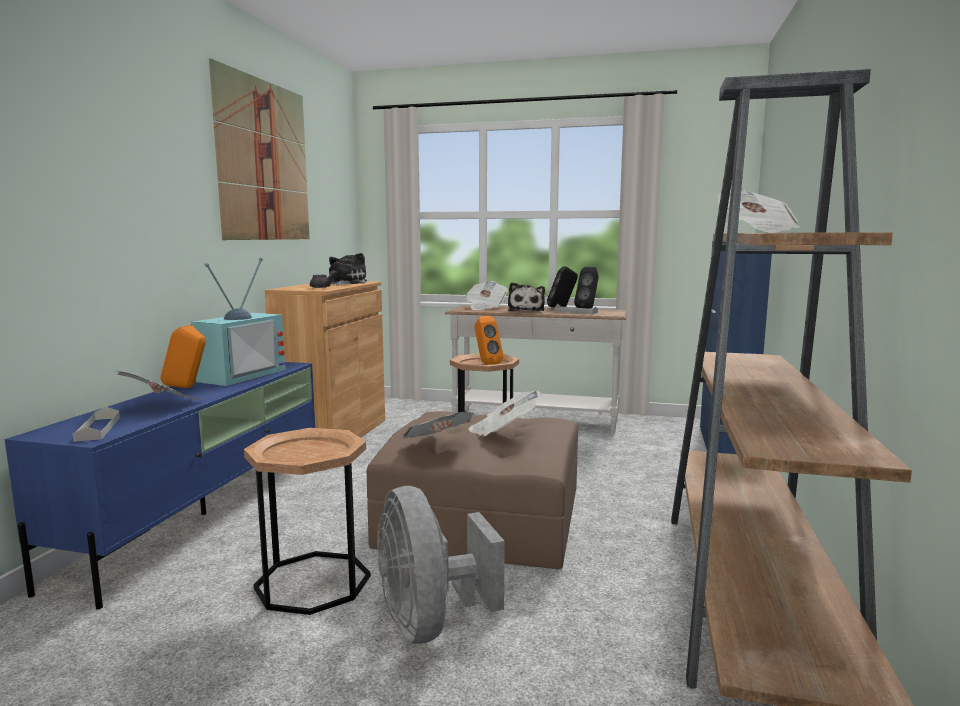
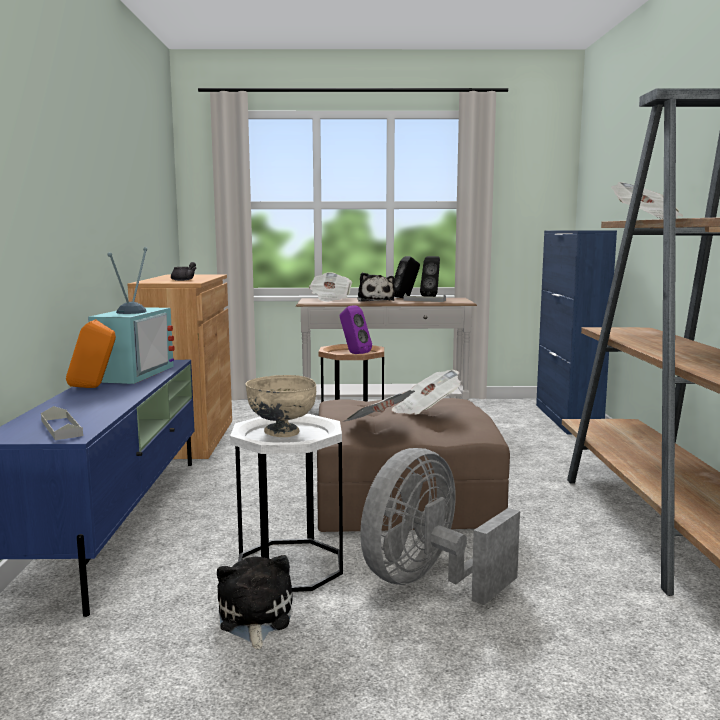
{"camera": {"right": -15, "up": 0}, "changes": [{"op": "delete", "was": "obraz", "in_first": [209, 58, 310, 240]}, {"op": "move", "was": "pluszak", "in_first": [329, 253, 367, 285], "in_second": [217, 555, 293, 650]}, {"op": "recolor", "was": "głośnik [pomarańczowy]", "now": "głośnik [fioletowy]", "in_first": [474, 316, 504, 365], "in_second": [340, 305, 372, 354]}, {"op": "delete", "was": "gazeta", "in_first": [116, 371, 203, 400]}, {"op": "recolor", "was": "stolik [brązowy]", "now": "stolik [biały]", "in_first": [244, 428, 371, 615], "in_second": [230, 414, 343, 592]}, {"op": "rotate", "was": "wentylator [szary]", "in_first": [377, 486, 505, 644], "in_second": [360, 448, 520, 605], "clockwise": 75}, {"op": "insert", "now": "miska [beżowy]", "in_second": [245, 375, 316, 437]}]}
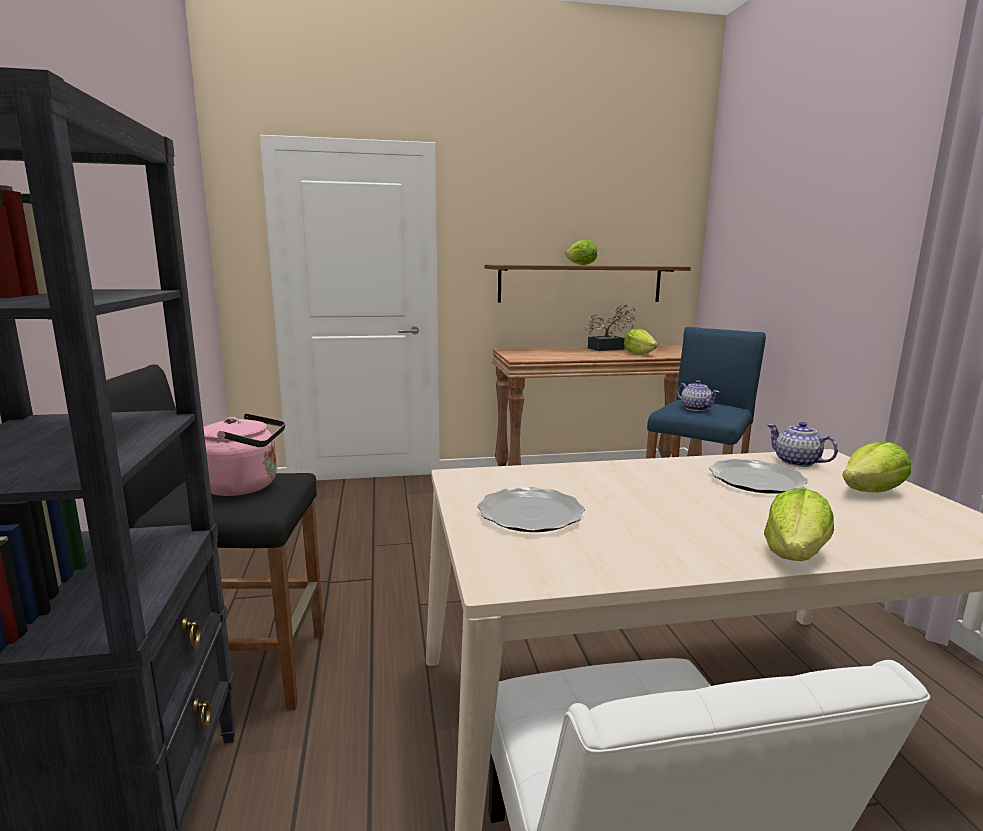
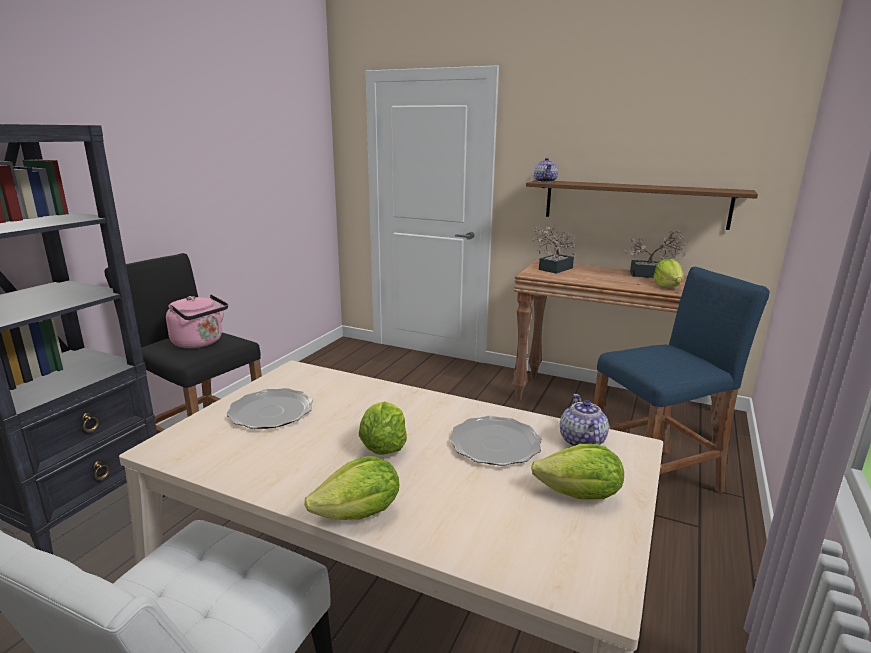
{"camera": {"right": 35, "up": 5}, "changes": [{"op": "move", "was": "sałata", "in_first": [565, 240, 597, 265], "in_second": [359, 401, 407, 455]}, {"op": "move", "was": "imbryk", "in_first": [676, 380, 719, 411], "in_second": [534, 158, 558, 182]}, {"op": "insert", "now": "roślina doniczkowa", "in_second": [532, 226, 576, 273]}]}
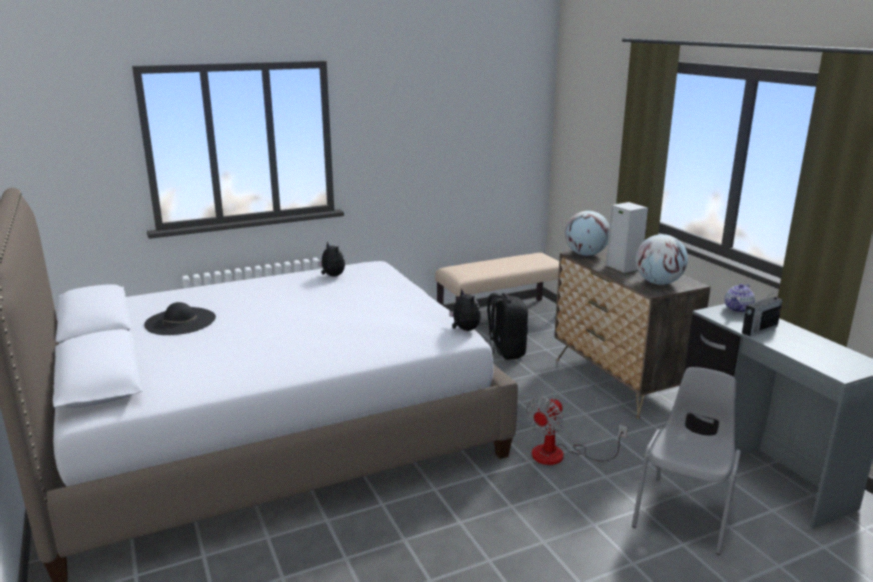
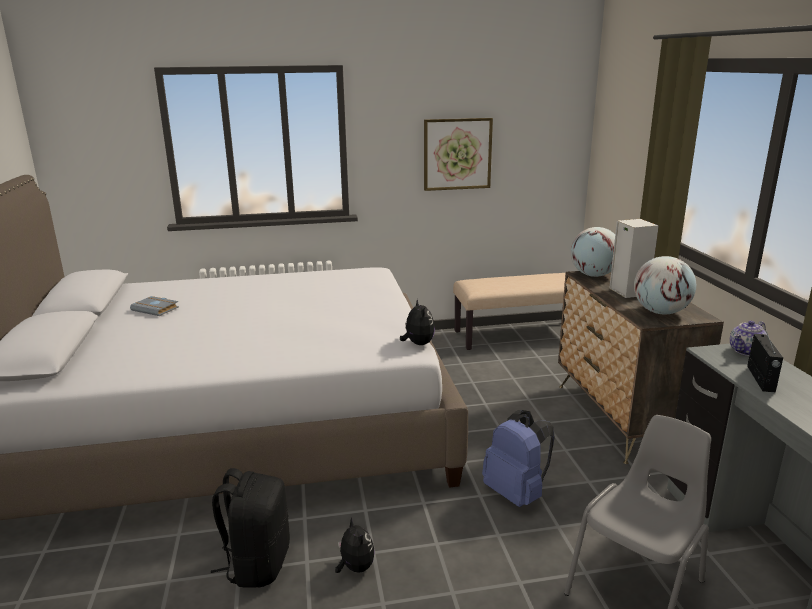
{"camera": {"right": 15, "up": 0}, "changes": [{"op": "move", "was": "pluszak", "in_first": [318, 241, 345, 277], "in_second": [335, 517, 375, 573]}, {"op": "rotate", "was": "radio", "in_first": [742, 292, 783, 336], "in_second": [747, 329, 783, 393], "clockwise": -60}, {"op": "move", "was": "plecak [czarny]", "in_first": [487, 293, 528, 360], "in_second": [211, 468, 290, 587]}, {"op": "replace", "was": "kapelusz [czarny]", "now": "książka [szary]", "in_first": [144, 302, 216, 335], "in_second": [130, 296, 179, 316]}, {"op": "replace", "was": "wentylator", "now": "plecak [niebieski]", "in_first": [526, 397, 627, 465], "in_second": [482, 410, 555, 507]}, {"op": "insert", "now": "obraz", "in_second": [424, 118, 493, 191]}]}
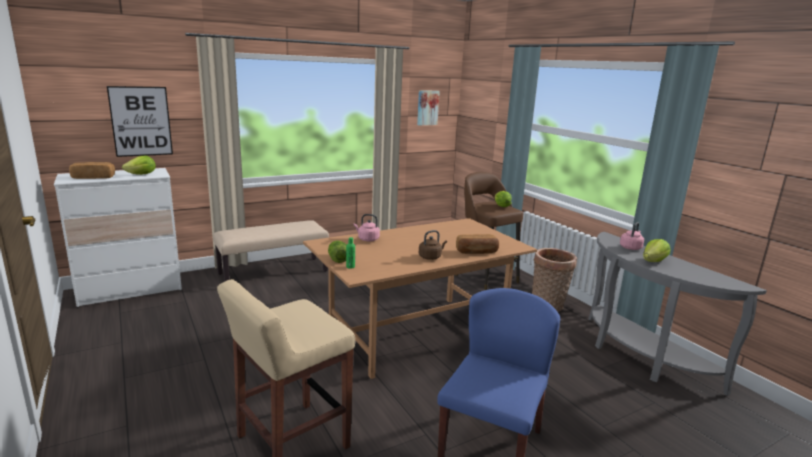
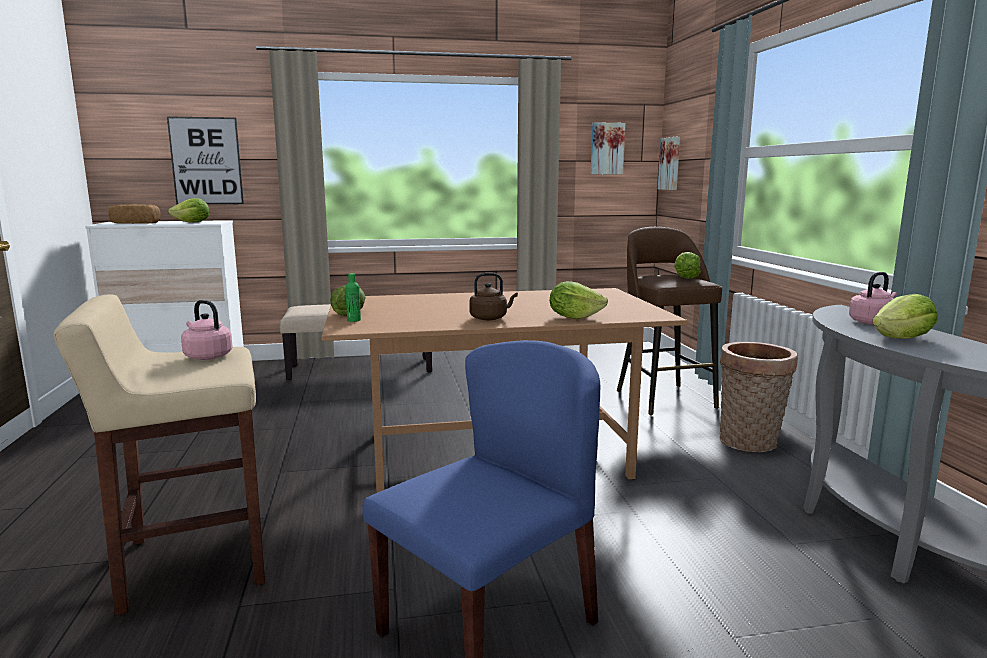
{"camera": {"right": 20, "up": -5}, "changes": [{"op": "move", "was": "czajnik [różowy]", "in_first": [354, 214, 380, 241], "in_second": [181, 300, 233, 360]}, {"op": "replace", "was": "chleb", "now": "sałata", "in_first": [456, 234, 499, 254], "in_second": [550, 281, 608, 319]}, {"op": "insert", "now": "obraz", "in_second": [658, 137, 680, 190]}]}
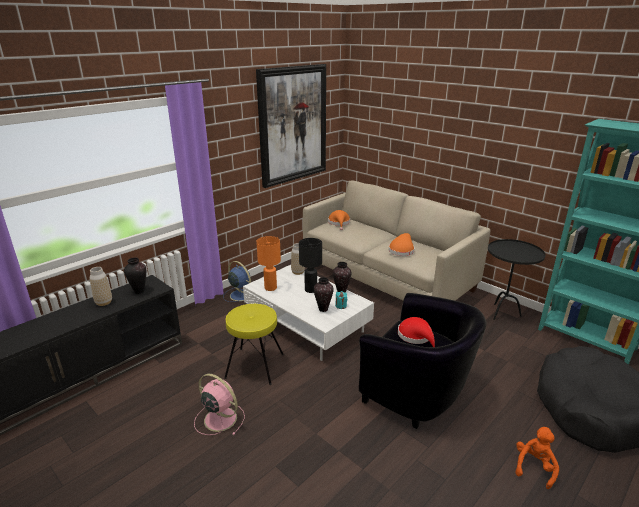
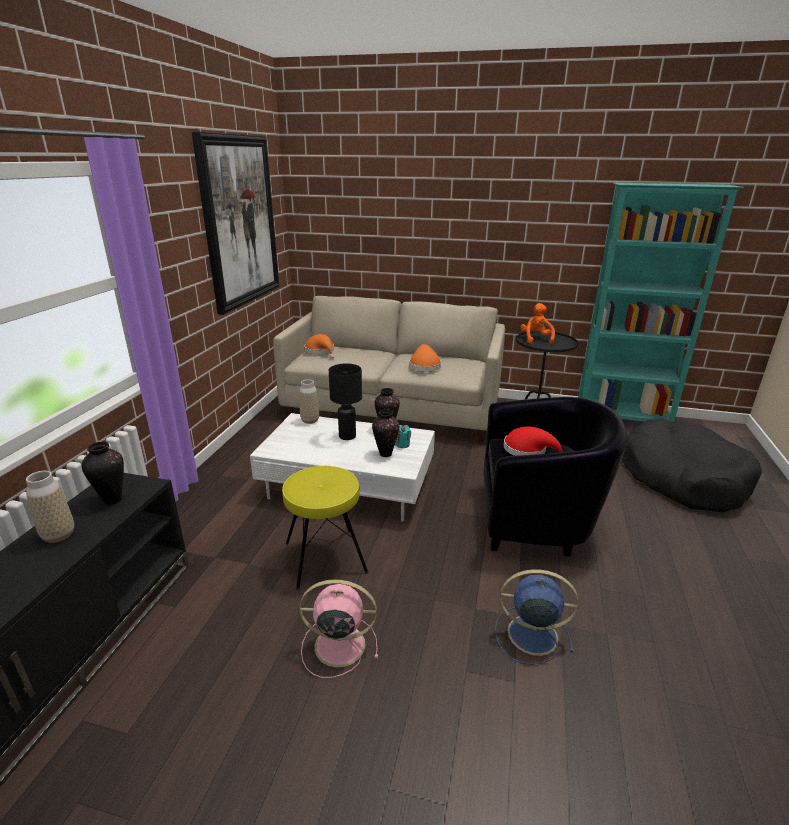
{"camera": {"right": -30, "up": 0}, "changes": [{"op": "delete", "was": "lampa stołowa [pomarańczowy]", "in_first": [256, 236, 281, 291]}, {"op": "move", "was": "wentylator [niebieski]", "in_first": [223, 261, 251, 302], "in_second": [495, 569, 579, 665]}, {"op": "move", "was": "pluszak [pomarańczowy]", "in_first": [516, 427, 559, 489], "in_second": [521, 303, 555, 345]}]}
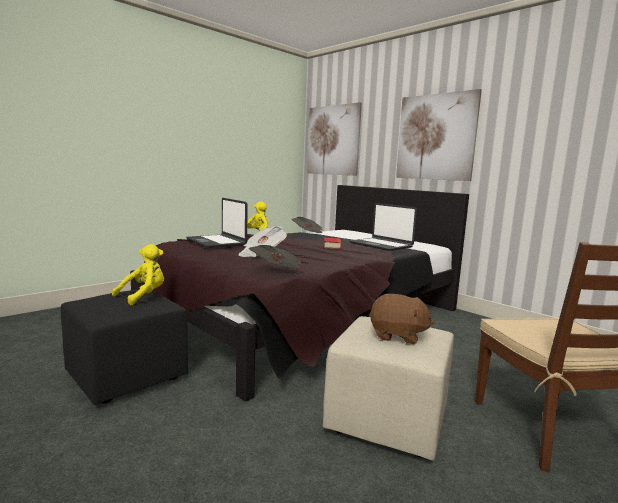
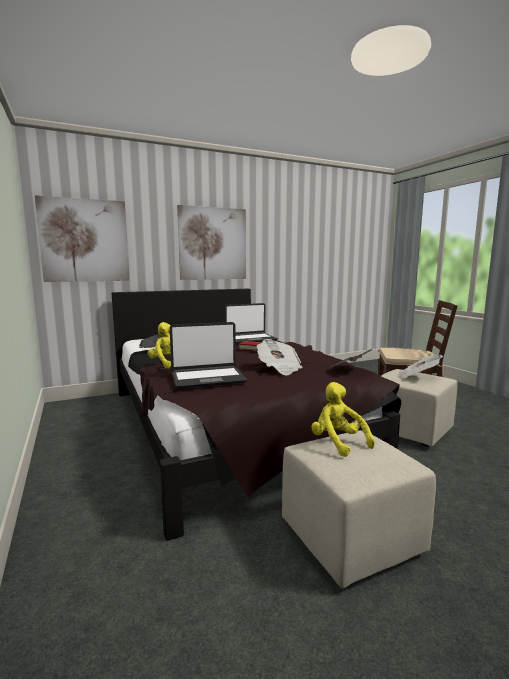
{"camera": {"right": -70, "up": 0}, "changes": [{"op": "recolor", "was": "pufa [czarny]", "now": "pufa [beżowy]", "in_first": [61, 290, 188, 405], "in_second": [282, 430, 436, 589]}, {"op": "replace", "was": "pluszak [brązowy]", "now": "gazeta", "in_first": [369, 294, 435, 344], "in_second": [396, 355, 443, 378]}]}
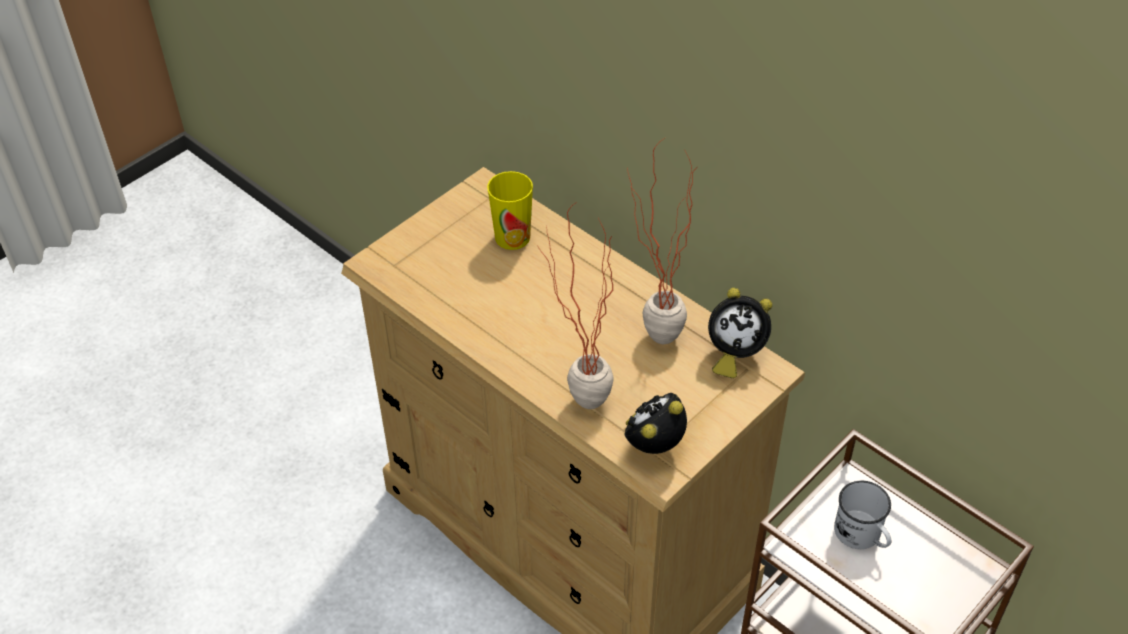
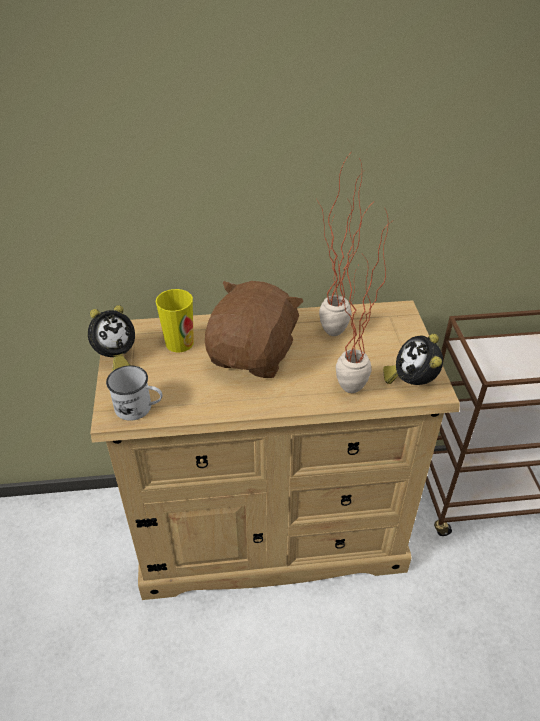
{"camera": {"right": -50, "up": -5}, "changes": [{"op": "move", "was": "budzik", "in_first": [708, 288, 772, 378], "in_second": [88, 305, 135, 371]}, {"op": "move", "was": "kubek [biały]", "in_first": [834, 481, 892, 549], "in_second": [106, 365, 162, 421]}, {"op": "insert", "now": "pluszak [brązowy]", "in_second": [205, 281, 304, 378]}]}
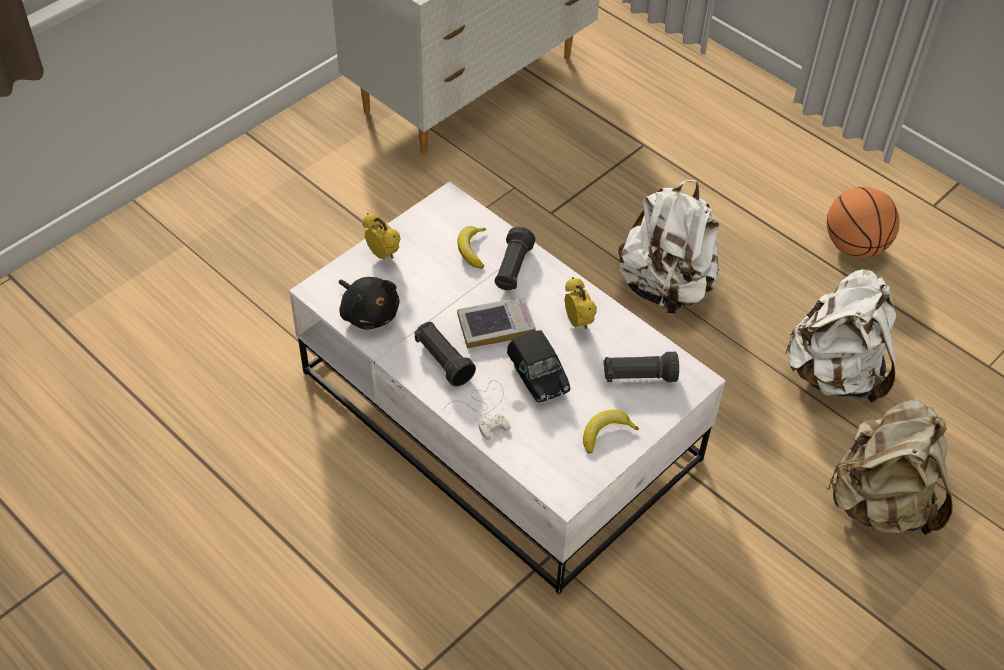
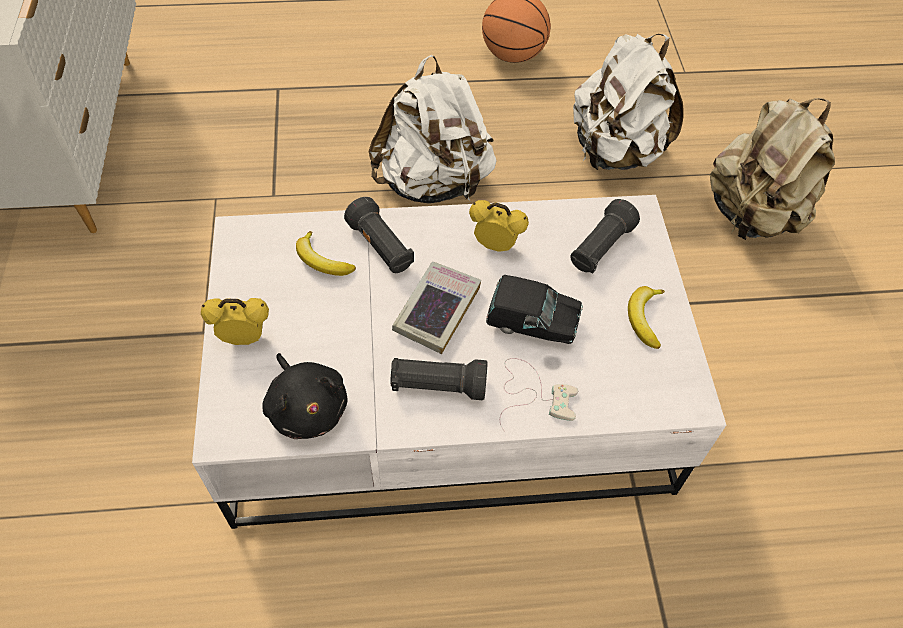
{"camera": {"right": -50, "up": 5}, "changes": [{"op": "rotate", "was": "pluszak [czarny]", "in_first": [339, 277, 399, 330], "in_second": [262, 353, 347, 439], "clockwise": 60}]}
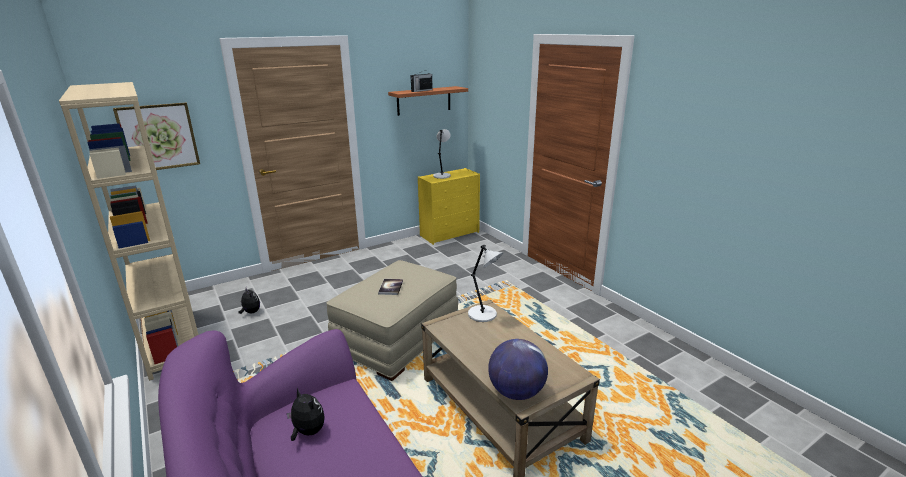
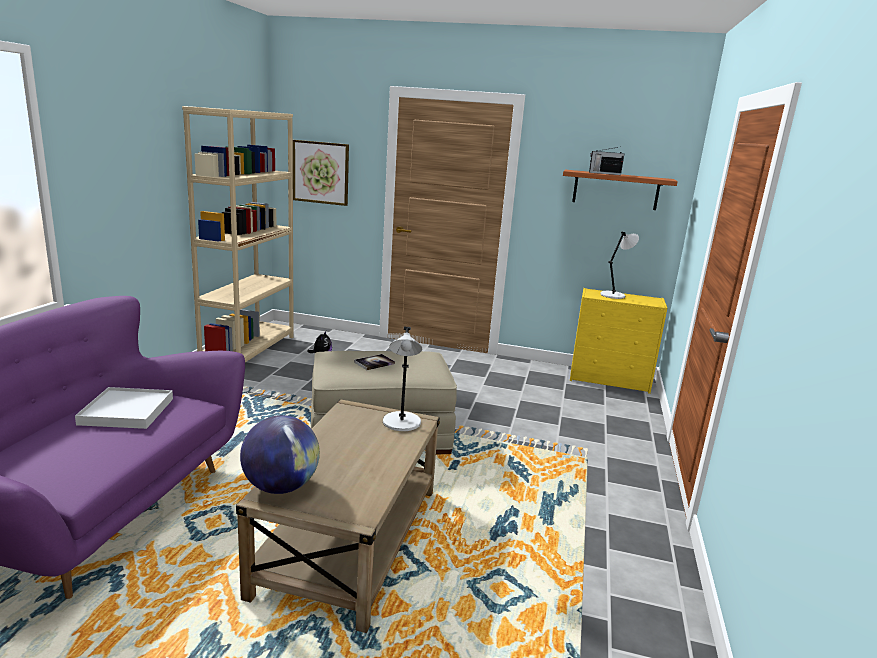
{"camera": {"right": 45, "up": -5}, "changes": [{"op": "replace", "was": "pluszak", "now": "taca [biały]", "in_first": [287, 387, 325, 441], "in_second": [75, 387, 173, 429]}]}
